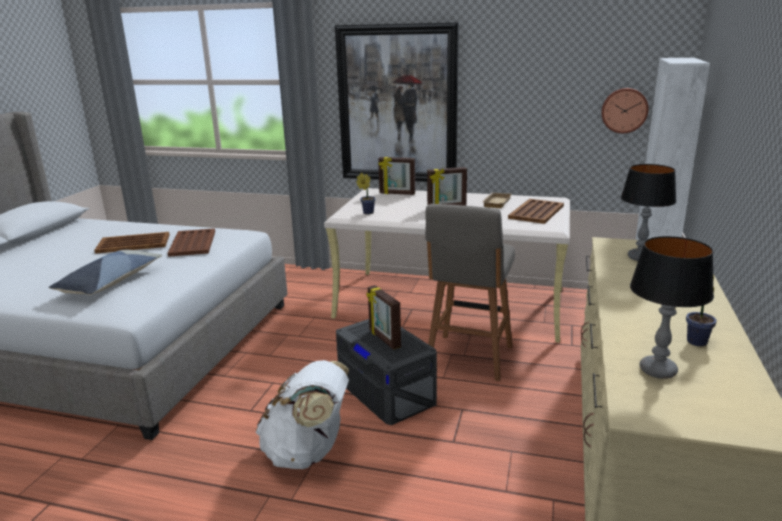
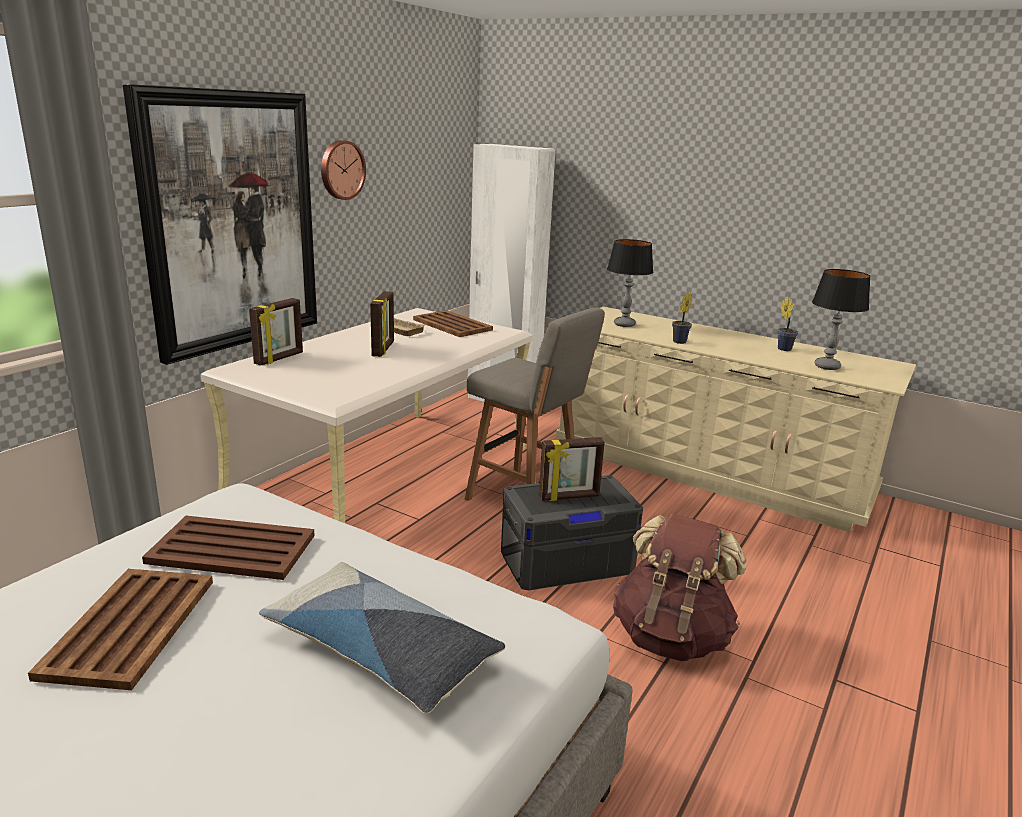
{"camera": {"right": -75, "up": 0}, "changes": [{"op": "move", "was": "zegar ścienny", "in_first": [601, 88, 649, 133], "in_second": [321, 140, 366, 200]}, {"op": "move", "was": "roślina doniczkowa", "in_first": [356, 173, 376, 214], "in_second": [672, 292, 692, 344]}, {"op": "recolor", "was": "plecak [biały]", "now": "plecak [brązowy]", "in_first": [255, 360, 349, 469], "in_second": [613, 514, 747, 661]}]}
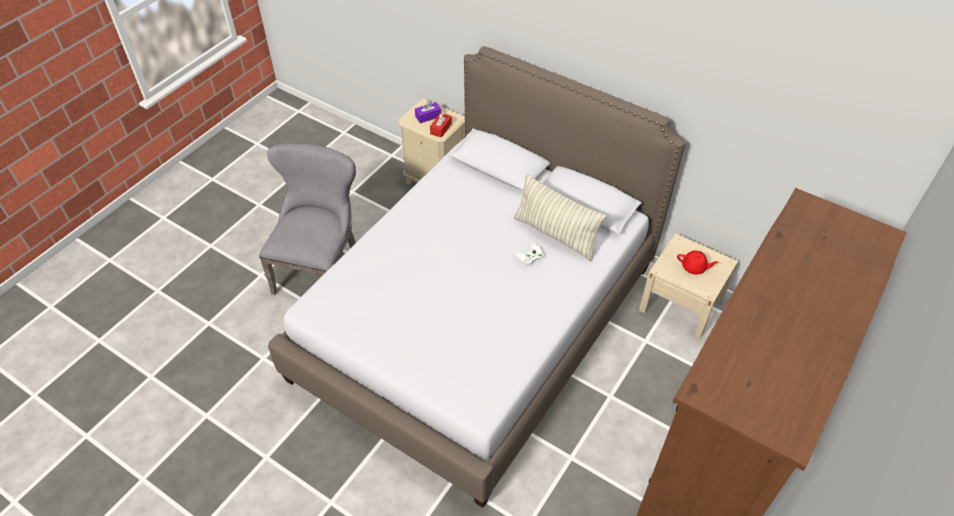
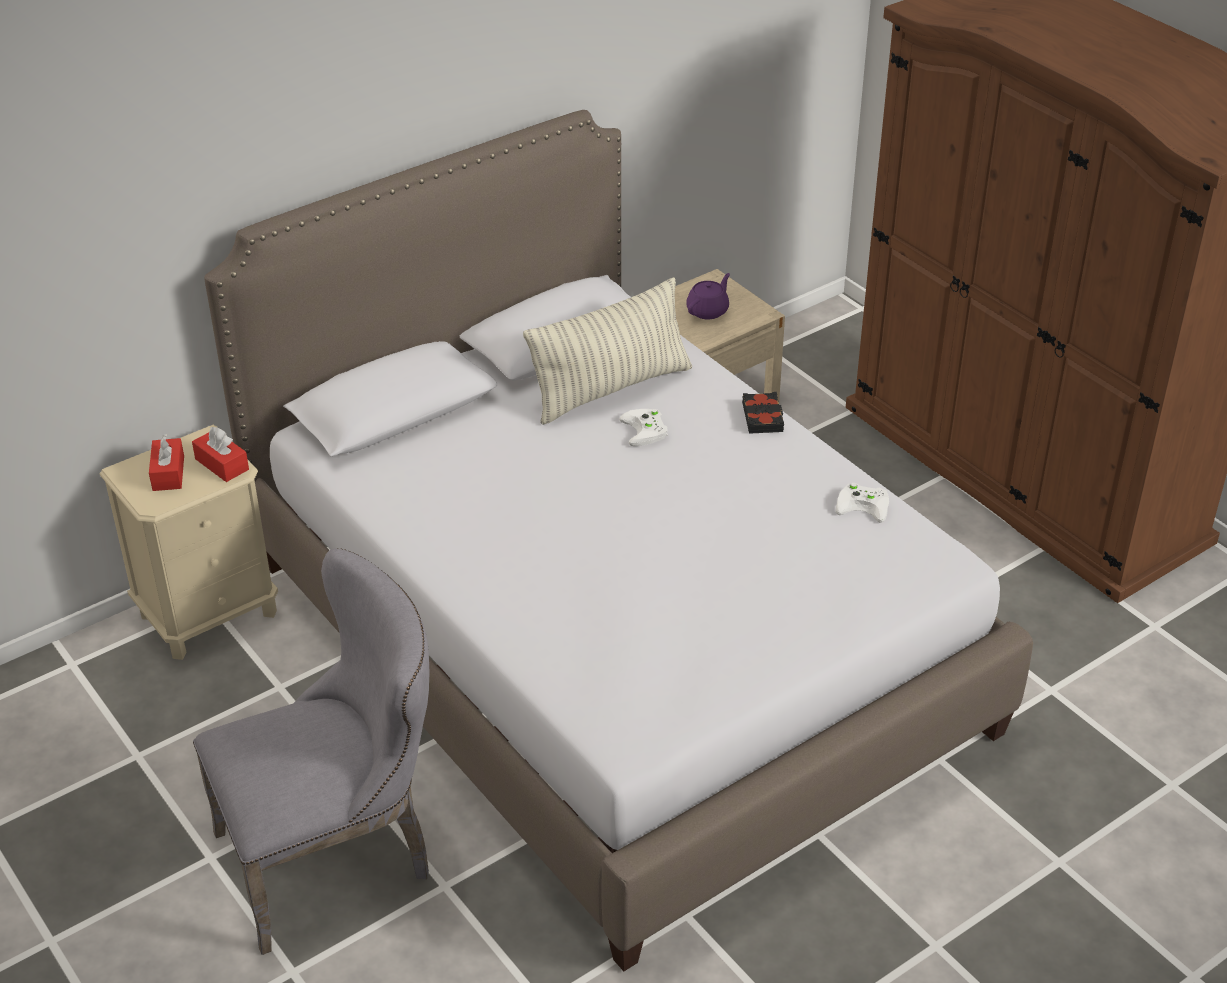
{"camera": {"right": -70, "up": -10}, "changes": [{"op": "recolor", "was": "pudełko chusteczek [fioletowy]", "now": "pudełko chusteczek [czerwony]", "in_first": [415, 101, 441, 123], "in_second": [149, 434, 184, 491]}, {"op": "rotate", "was": "krzesło [szary]", "in_first": [259, 143, 356, 295], "in_second": [193, 548, 429, 955], "clockwise": 120}, {"op": "recolor", "was": "imbryk [czerwony]", "now": "imbryk [fioletowy]", "in_first": [677, 251, 719, 274], "in_second": [686, 273, 730, 319]}, {"op": "insert", "now": "książka [czarny]", "in_second": [742, 392, 784, 434]}, {"op": "insert", "now": "pad do gier [biały]", "in_second": [836, 483, 889, 523]}]}
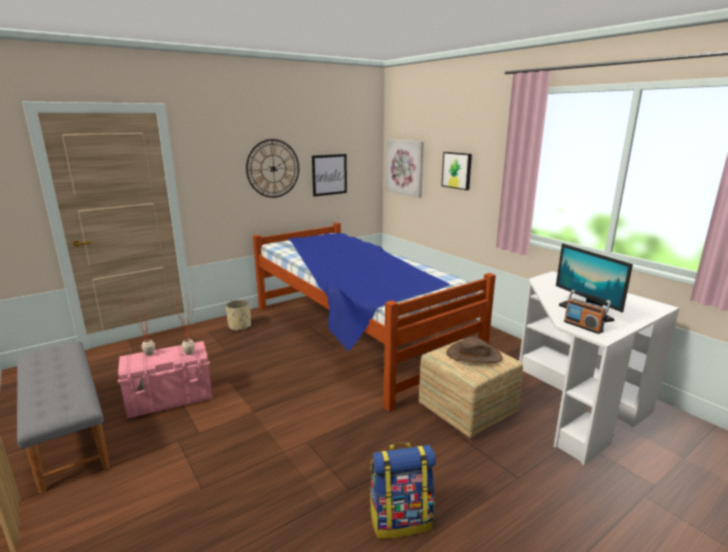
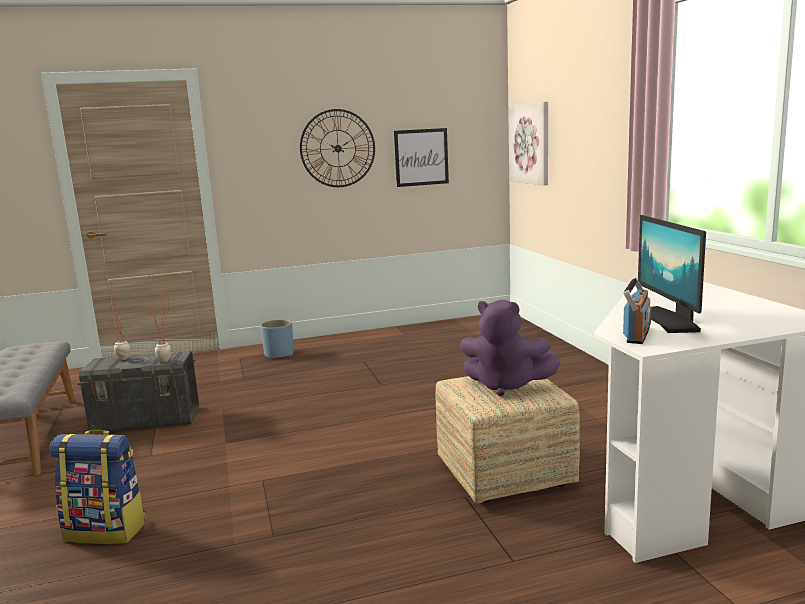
{"camera": {"right": 20, "up": -5}, "changes": [{"op": "delete", "was": "obraz", "in_first": [442, 152, 472, 190]}, {"op": "delete", "was": "łóżko", "in_first": [253, 223, 496, 411]}, {"op": "rotate", "was": "radio", "in_first": [564, 290, 611, 334], "in_second": [623, 278, 652, 344], "clockwise": -135}, {"op": "recolor", "was": "donica [beżowy]", "now": "donica [niebieski]", "in_first": [225, 299, 251, 331], "in_second": [260, 319, 294, 359]}, {"op": "replace", "was": "kapelusz [brązowy]", "now": "pluszak [fioletowy]", "in_first": [446, 337, 503, 363], "in_second": [460, 300, 561, 396]}, {"op": "recolor", "was": "pojemnik do przechowywania [różowy]", "now": "pojemnik do przechowywania [szary]", "in_first": [118, 341, 213, 418], "in_second": [78, 351, 199, 433]}, {"op": "move", "was": "plecak", "in_first": [369, 443, 436, 539], "in_second": [49, 430, 146, 544]}]}
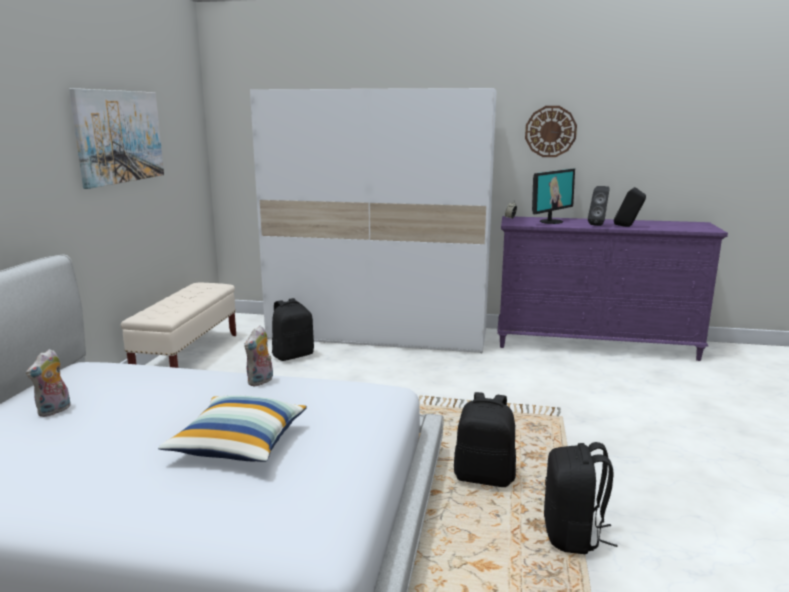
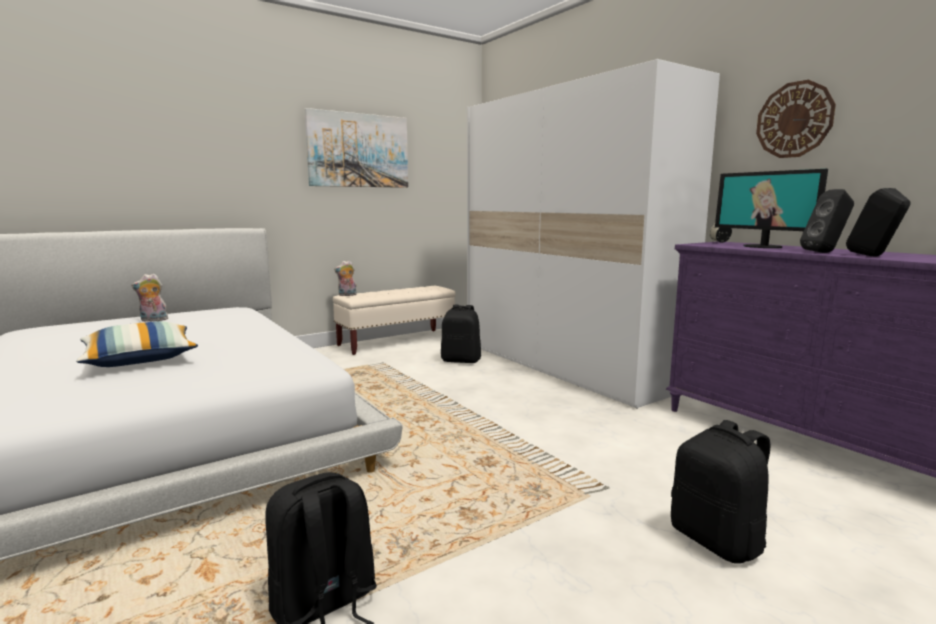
{"camera": {"right": 45, "up": -5}, "changes": [{"op": "rotate", "was": "monitor", "in_first": [532, 169, 575, 224], "in_second": [715, 169, 828, 248], "clockwise": 60}, {"op": "move", "was": "pluszak", "in_first": [244, 326, 273, 386], "in_second": [334, 261, 357, 296]}, {"op": "move", "was": "plecak [czarny]", "in_first": [454, 392, 516, 487], "in_second": [671, 420, 771, 564]}]}
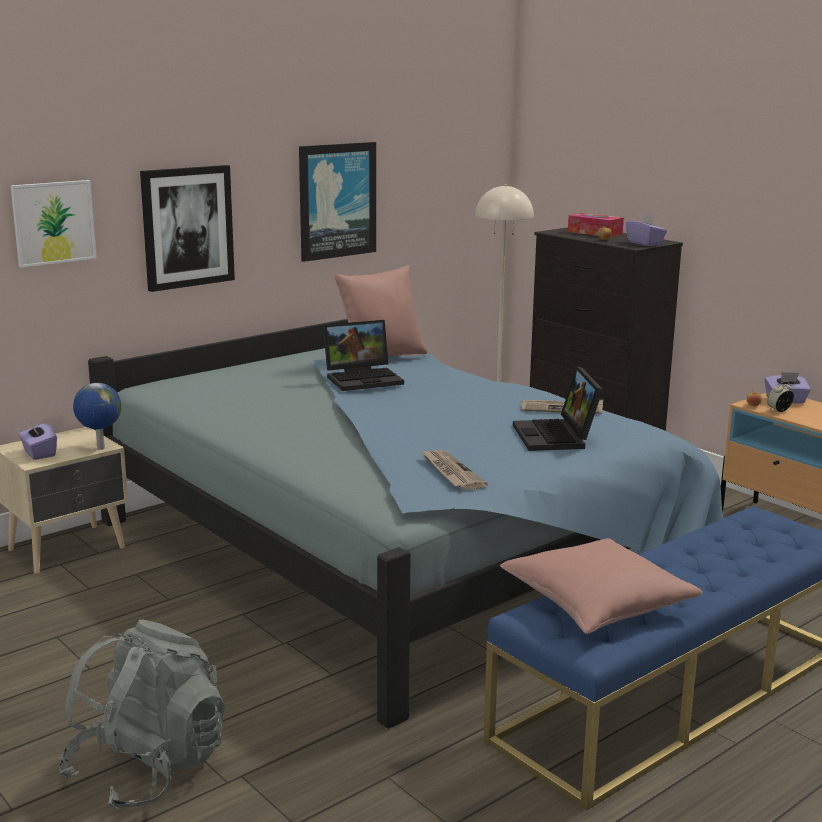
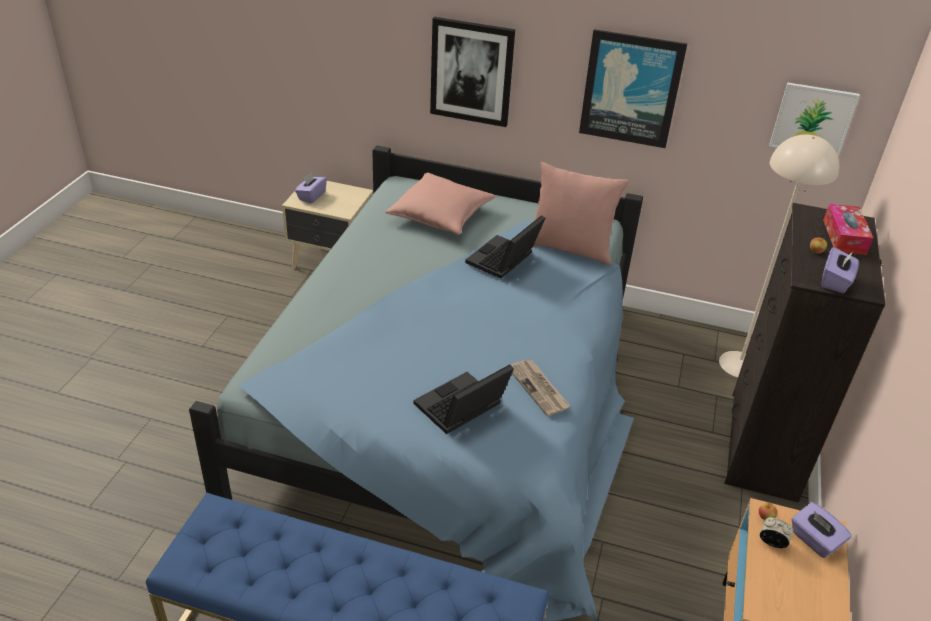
{"camera": {"right": 55, "up": 20}, "changes": [{"op": "move", "was": "obraz", "in_first": [11, 180, 97, 267], "in_second": [769, 82, 860, 157]}, {"op": "rotate", "was": "laptop", "in_first": [323, 320, 404, 391], "in_second": [465, 215, 545, 279], "clockwise": 90}, {"op": "delete", "was": "globus", "in_first": [73, 383, 121, 450]}, {"op": "delete", "was": "gazeta", "in_first": [421, 450, 488, 490]}, {"op": "move", "was": "poduszka [różowy]", "in_first": [500, 538, 702, 634], "in_second": [385, 173, 496, 235]}, {"op": "delete", "was": "plecak [szary]", "in_first": [59, 620, 225, 811]}]}
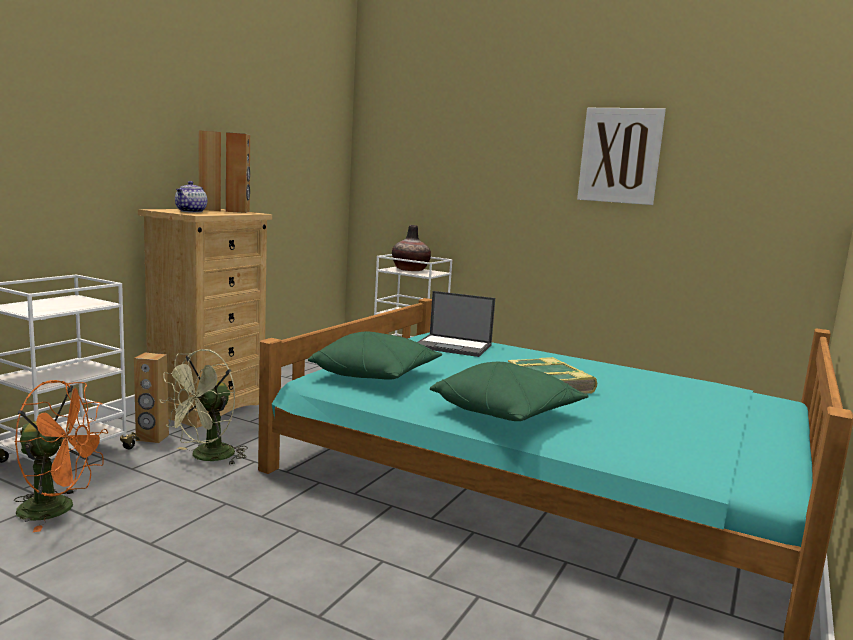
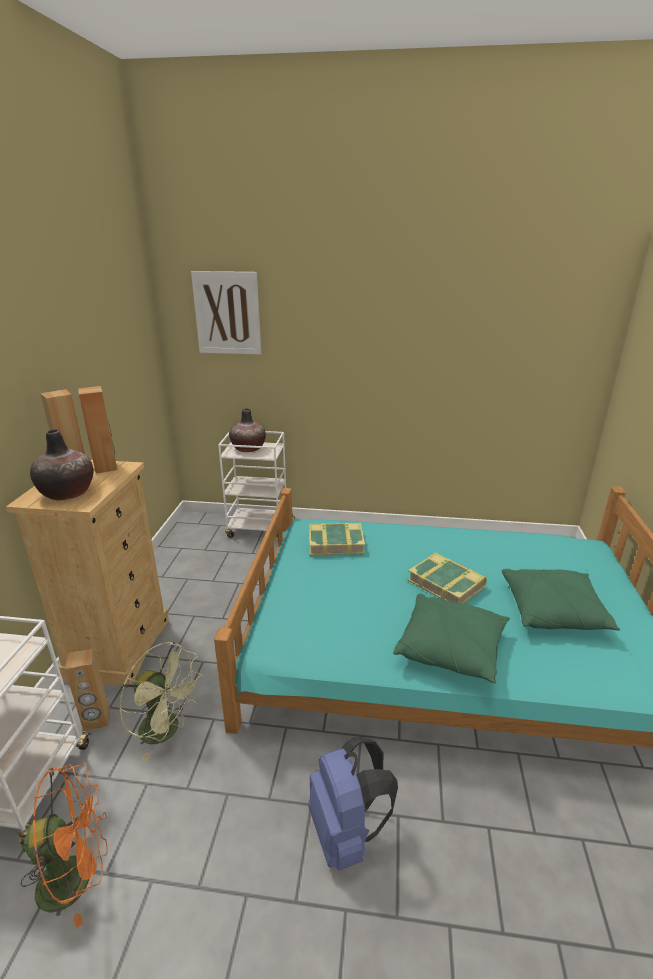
{"camera": {"right": -20, "up": 15}, "changes": [{"op": "move", "was": "obraz", "in_first": [577, 108, 666, 205], "in_second": [191, 271, 261, 355]}, {"op": "replace", "was": "imbryk", "now": "wazon", "in_first": [175, 181, 207, 213], "in_second": [30, 429, 94, 500]}, {"op": "replace", "was": "laptop", "now": "książka", "in_first": [417, 291, 495, 357], "in_second": [309, 523, 365, 555]}, {"op": "move", "was": "poduszka [zielony]", "in_first": [308, 332, 442, 380], "in_second": [502, 569, 620, 630]}, {"op": "rotate", "was": "wentylator [zielony]", "in_first": [160, 349, 248, 465], "in_second": [119, 642, 203, 761], "clockwise": -75}, {"op": "insert", "now": "plecak [niebieski]", "in_second": [308, 737, 398, 871]}]}
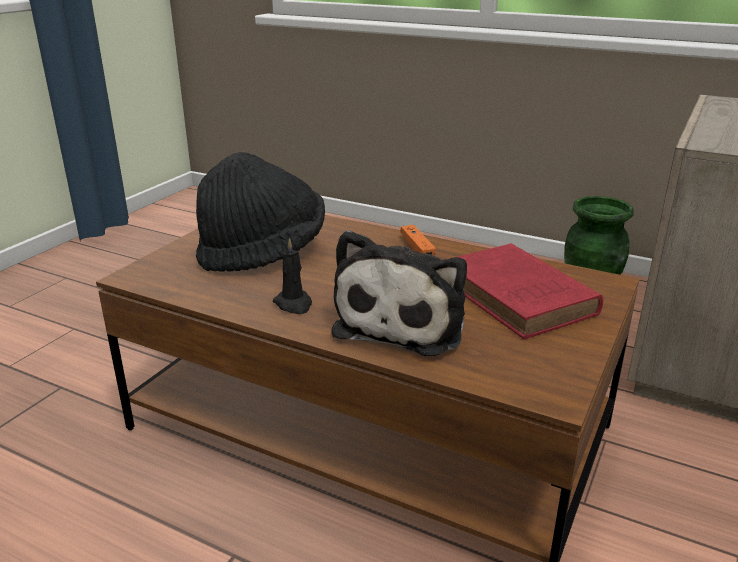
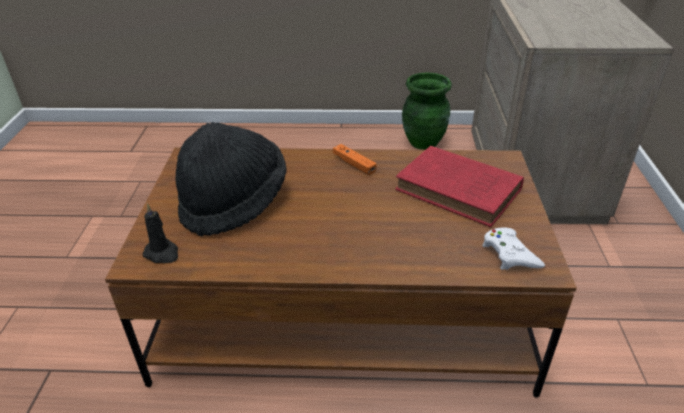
{"camera": {"right": -25, "up": 10}, "changes": [{"op": "delete", "was": "pluszak", "in_first": [331, 230, 467, 356]}, {"op": "move", "was": "świeca [czarny]", "in_first": [273, 237, 312, 314], "in_second": [143, 203, 178, 263]}, {"op": "insert", "now": "pad do gier [biały]", "in_second": [482, 227, 545, 270]}]}
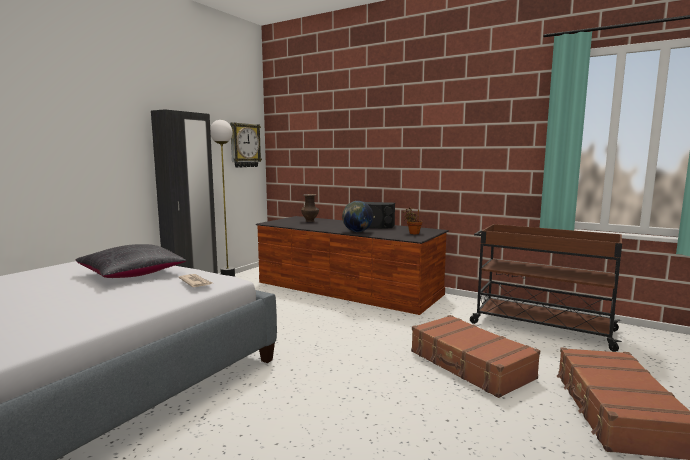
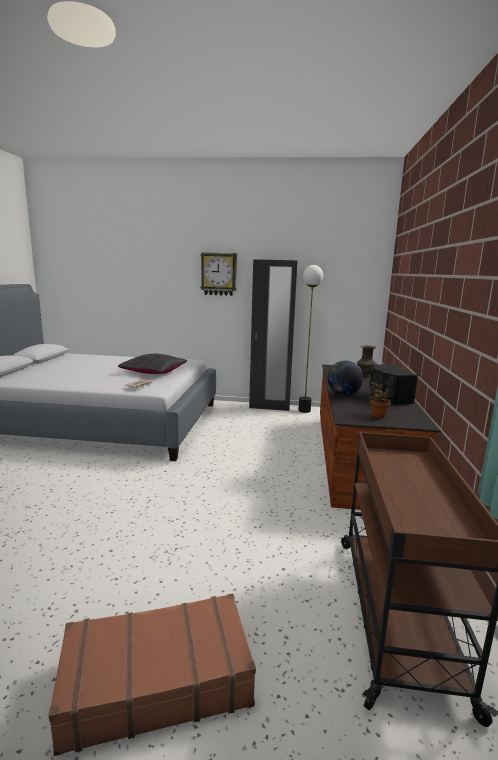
{"camera": {"right": 65, "up": 5}, "changes": [{"op": "move", "was": "zegar ścienny", "in_first": [230, 122, 262, 168], "in_second": [200, 252, 237, 296]}, {"op": "delete", "was": "walizka [brązowy]", "in_first": [411, 315, 540, 398]}]}
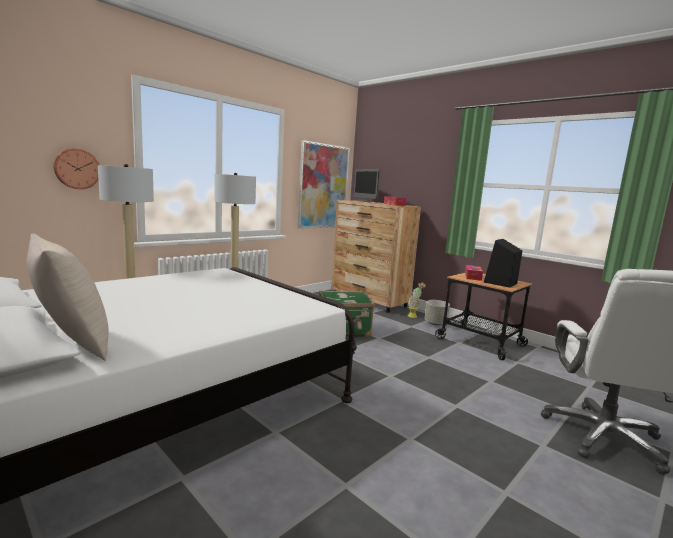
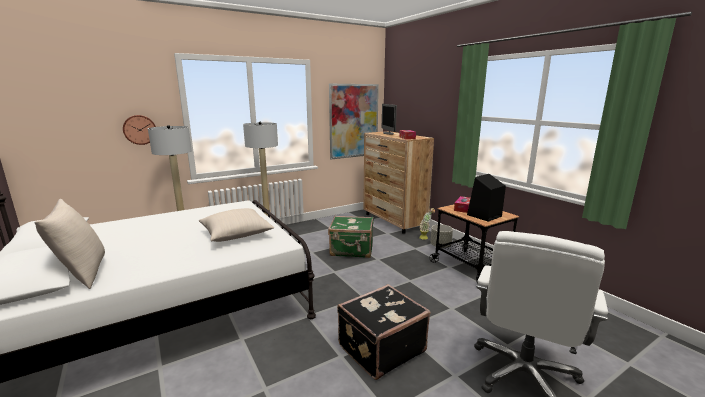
{"camera": {"right": 15, "up": 5}, "changes": [{"op": "insert", "now": "poduszka [beżowy]", "in_second": [199, 208, 274, 242]}, {"op": "insert", "now": "walizka [czarny]", "in_second": [337, 284, 430, 380]}]}
